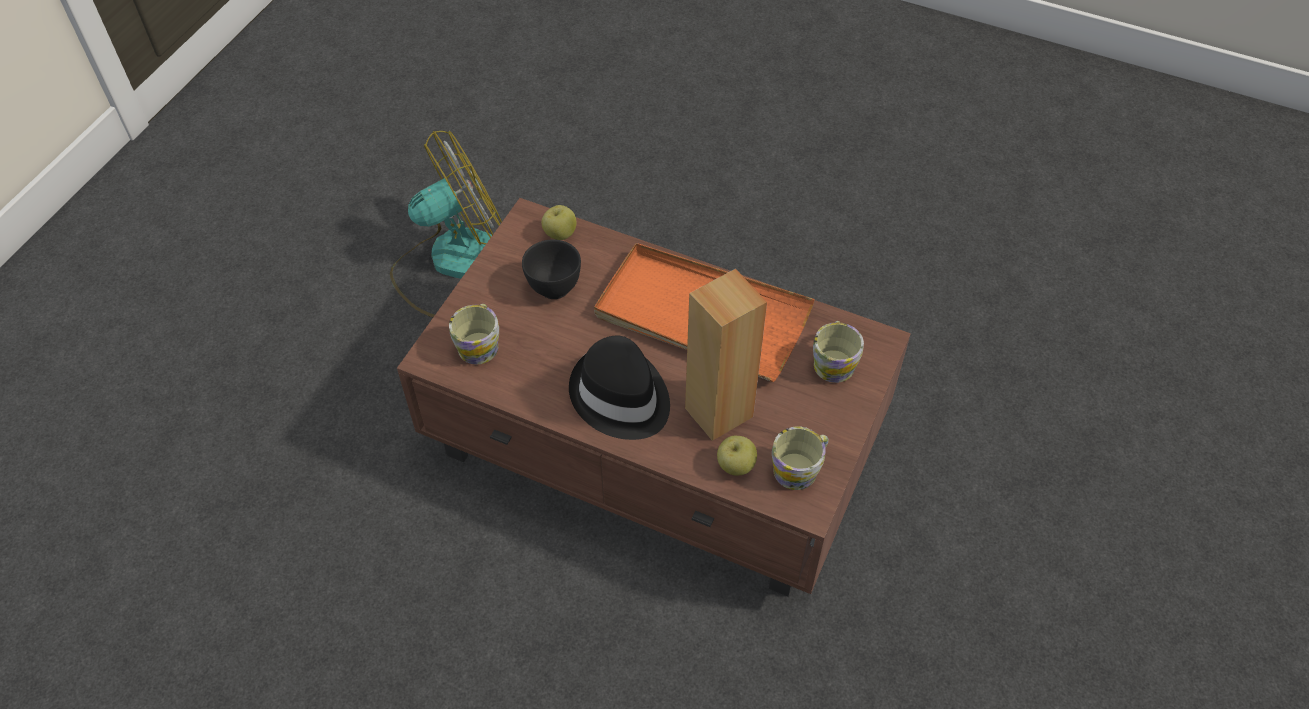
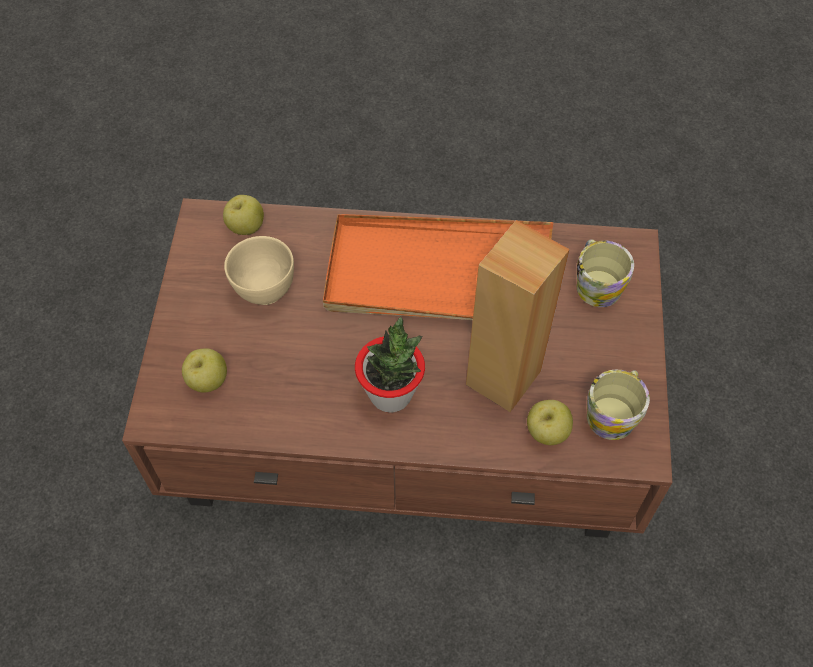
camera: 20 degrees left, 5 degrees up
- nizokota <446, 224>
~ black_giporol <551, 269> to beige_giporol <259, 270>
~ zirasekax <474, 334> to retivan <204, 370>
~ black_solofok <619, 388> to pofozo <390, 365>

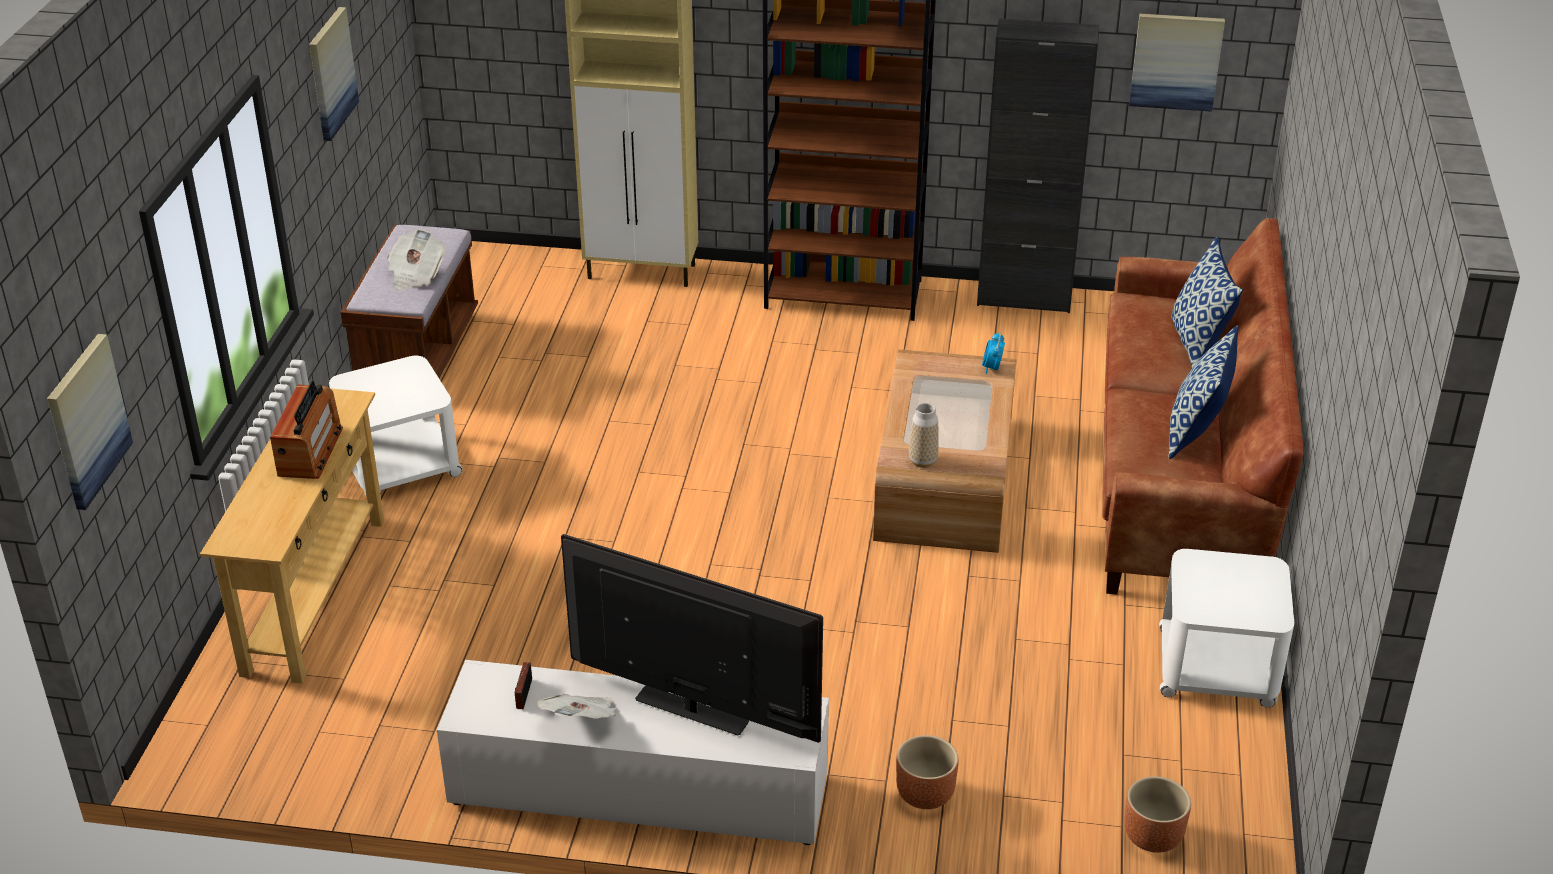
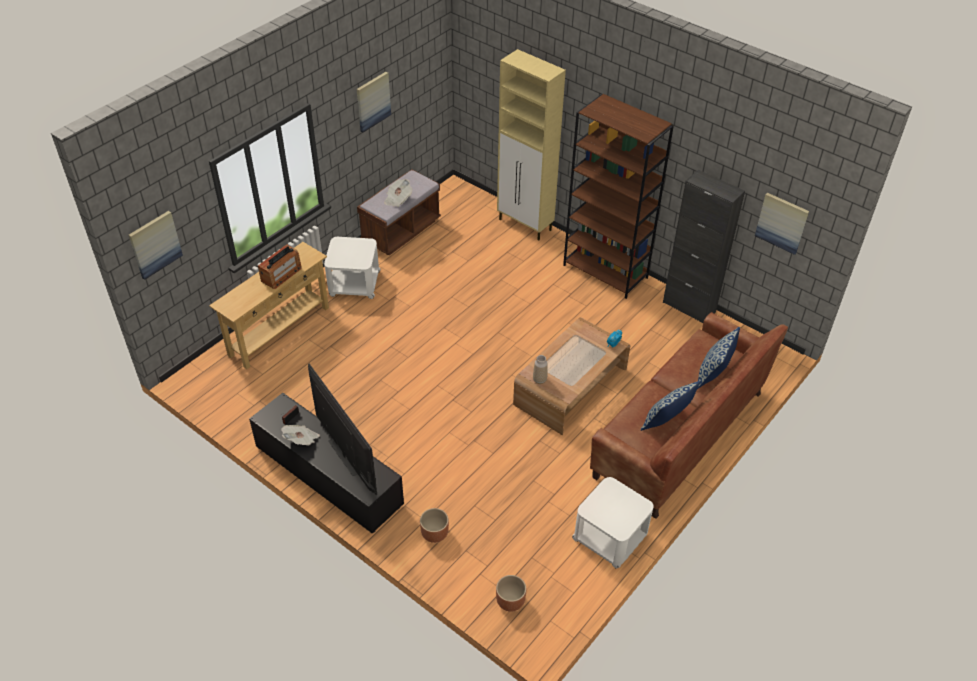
camera: 30 degrees right, 10 degrees up
~ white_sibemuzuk <633, 752> to black_sibemuzuk <326, 463>

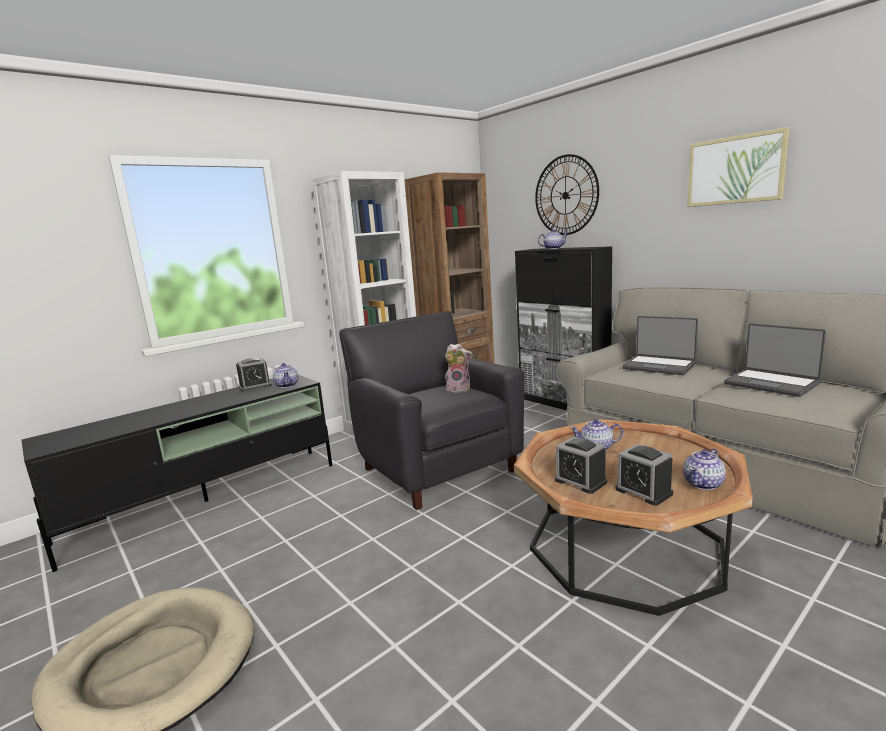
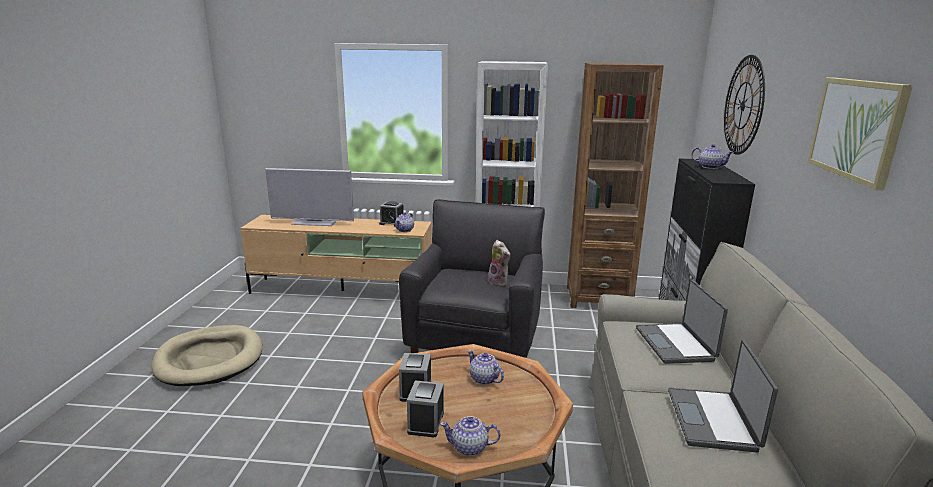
camera: 45 degrees right, 5 degrees up
~ black_sibemuzuk <177, 473> to beige_sibemuzuk <336, 254>
+ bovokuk <309, 197>

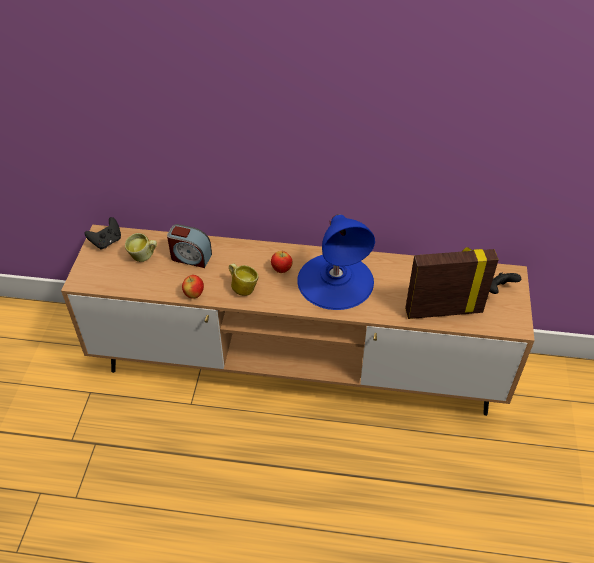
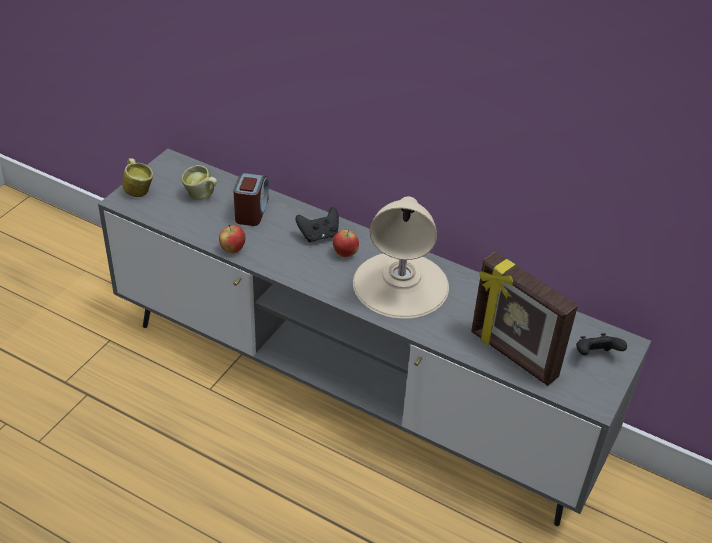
camera: 20 degrees right, 5 degrees down
~ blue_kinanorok <336, 262> to beige_kinanorok <401, 257>
~ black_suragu <103, 233> to <317, 224>
~ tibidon <189, 246> = <251, 199> 120 degrees counterclockwise
~ brown_sibemuzuk <298, 320> to grey_sibemuzuk <374, 337>
~ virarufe <452, 283> = <524, 319> 150 degrees counterclockwise
~ zirasekax <244, 280> to <137, 177>

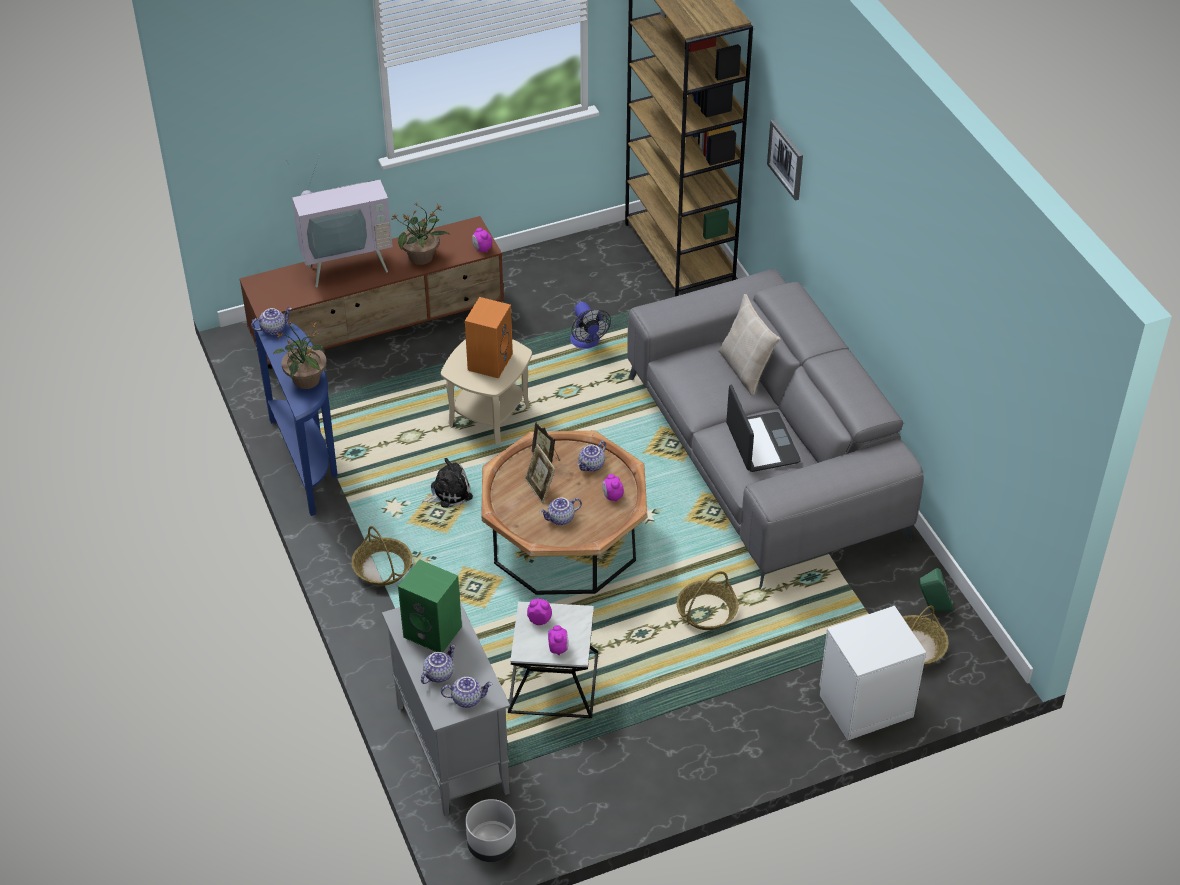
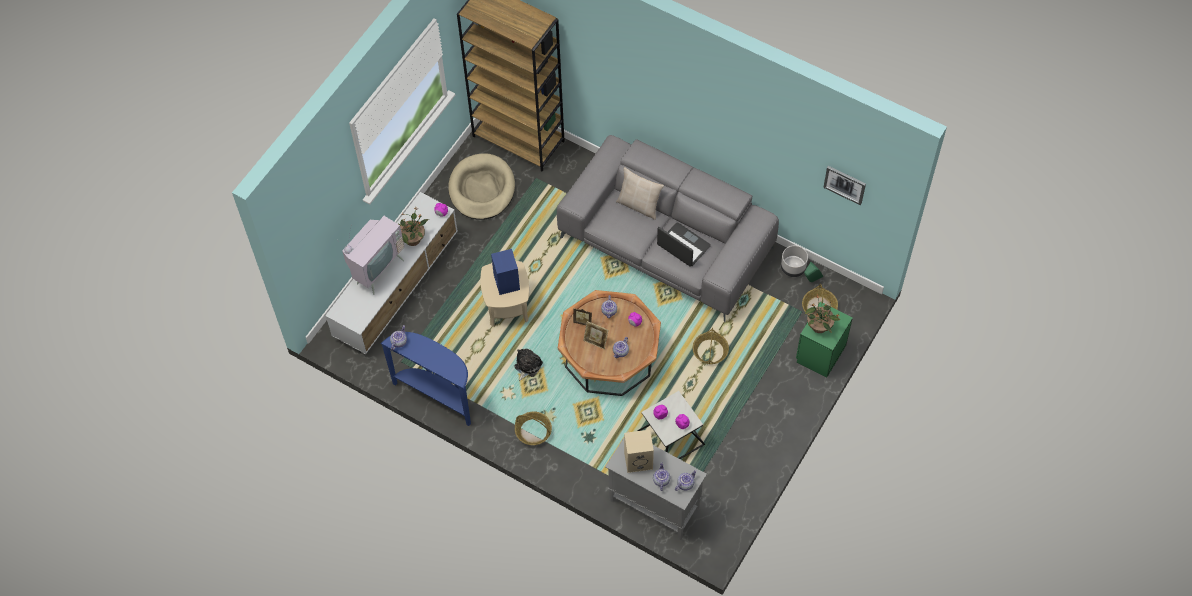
camera: 35 degrees left, 15 degrees up
~ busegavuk <785, 159> to <844, 185>
~ brown_sibemuzuk <371, 292> to white_sibemuzuk <391, 273>
~ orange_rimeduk <489, 338> to blue_rimeduk <505, 272>
- nizokota <590, 325>
~ pofozo <300, 354> to <822, 314>
~ green_rimeduk <430, 605> to beige_rimeduk <639, 451>
~ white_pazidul <872, 673> to green_pazidul <824, 340>
~ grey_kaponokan <490, 830> to <794, 261>
+ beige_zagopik <481, 186>

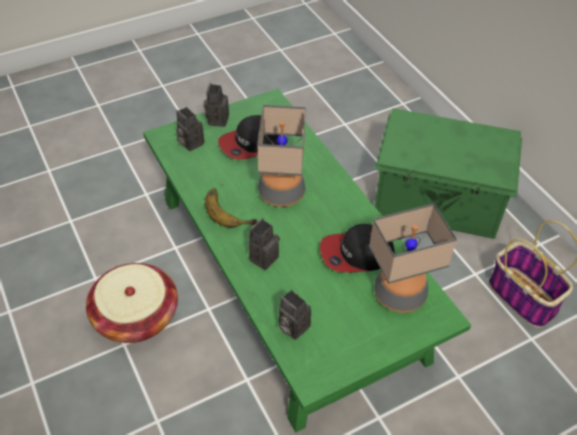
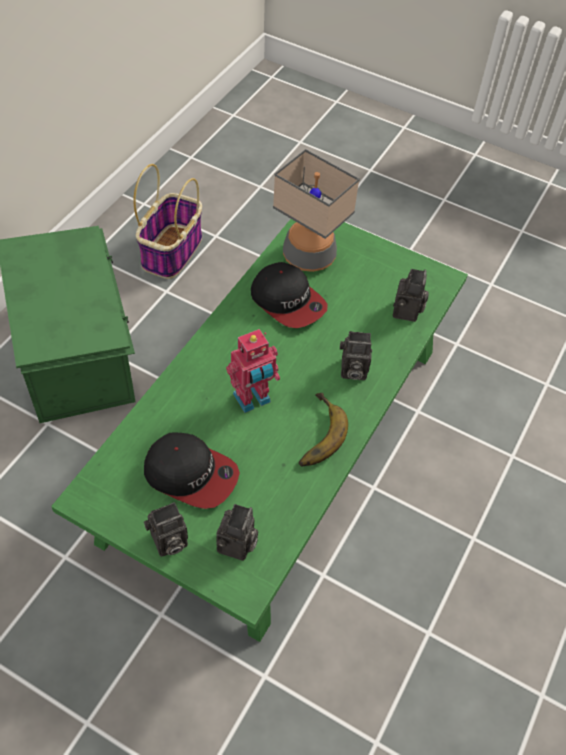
camera: 125 degrees left, 5 degrees up
~ kinanorok <281, 156> to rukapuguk <253, 371>
- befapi <132, 303>

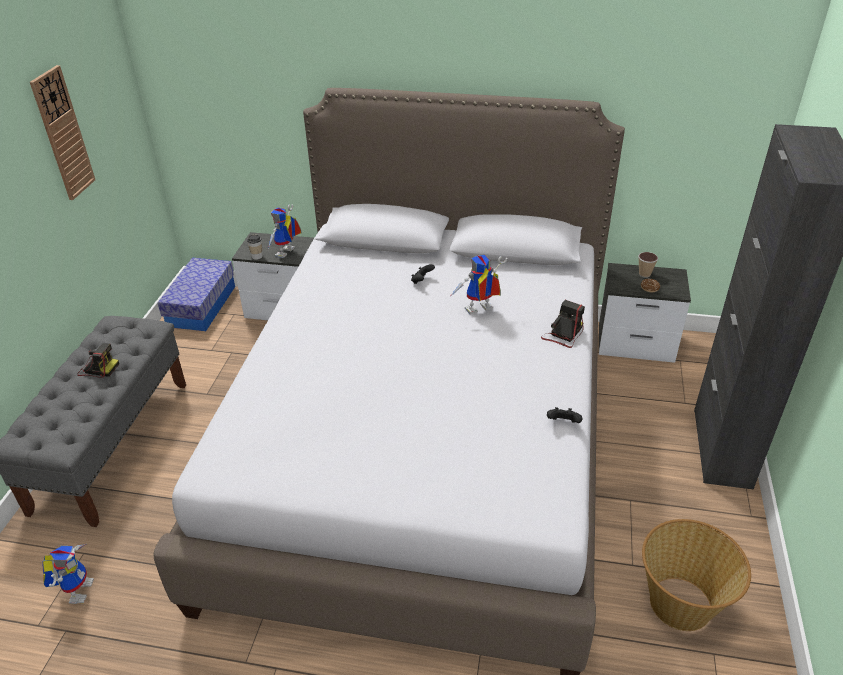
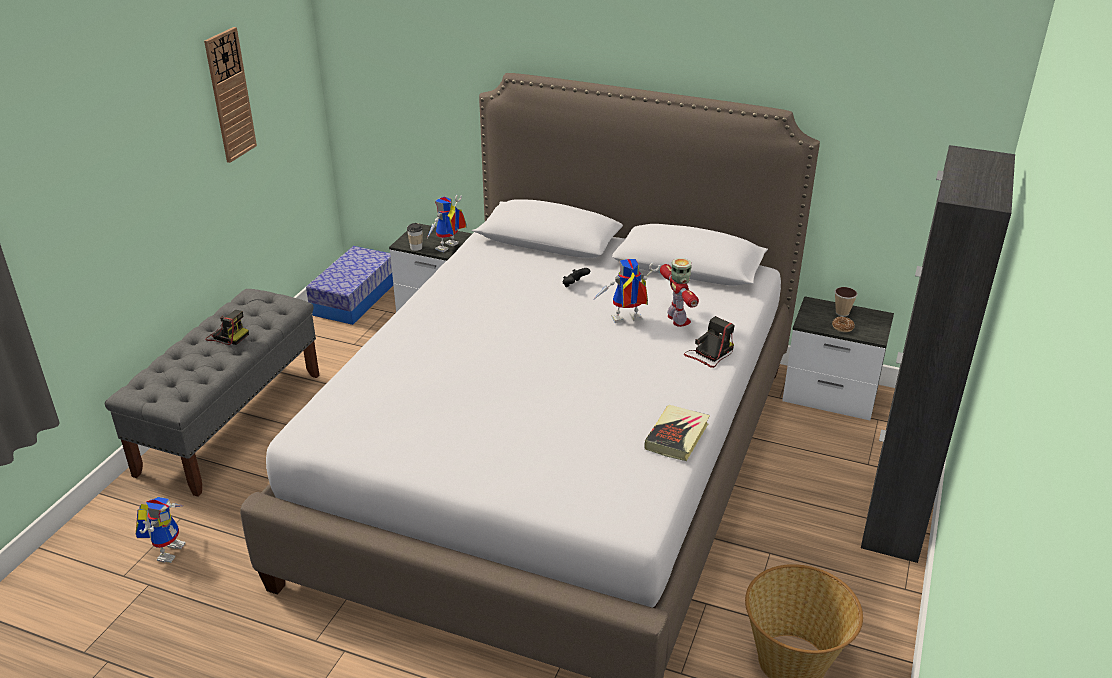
camera: 10 degrees right, 5 degrees down
~ black_suragu <564, 415> to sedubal <677, 433>
+ rukapuguk <679, 292>

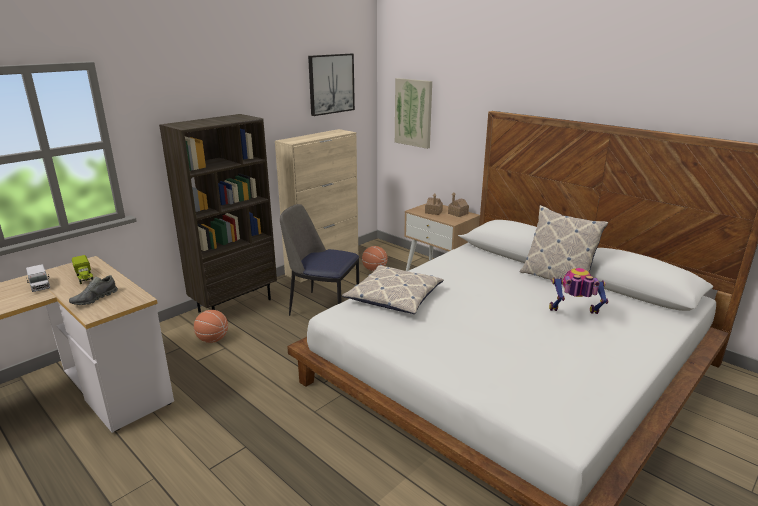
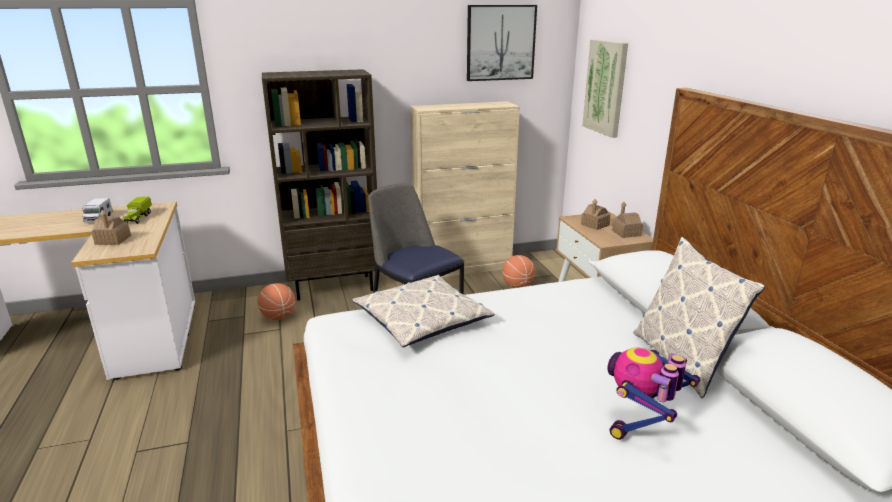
camera: 30 degrees right, 0 degrees up
~ rukapuguk <579, 291> = <653, 394> 90 degrees counterclockwise
~ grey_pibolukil <93, 290> to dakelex <111, 227>

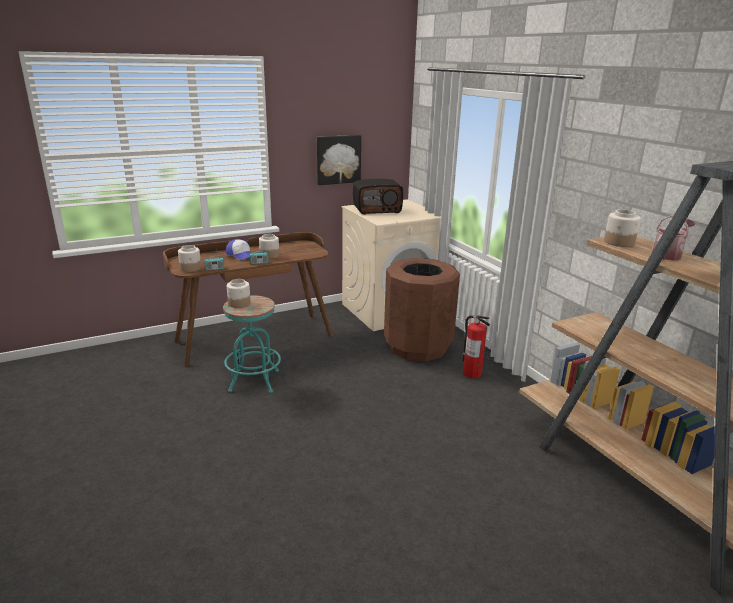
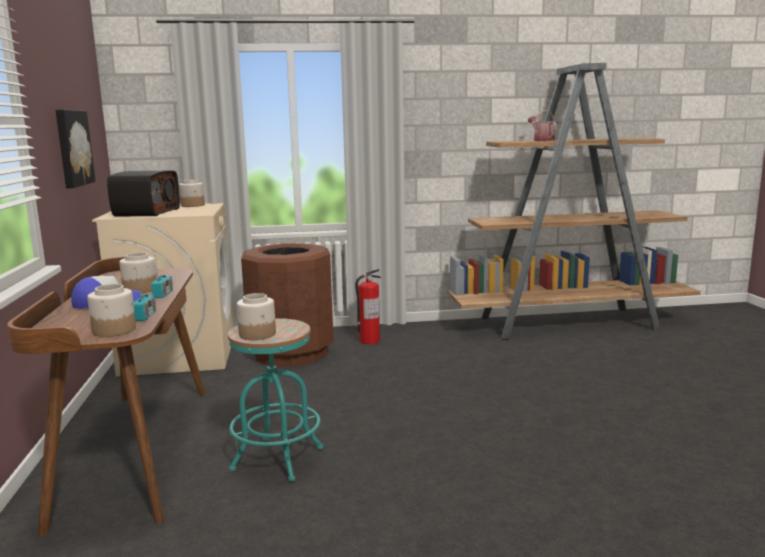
camera: 70 degrees left, 10 degrees down
~ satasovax <622, 228> to <192, 193>

